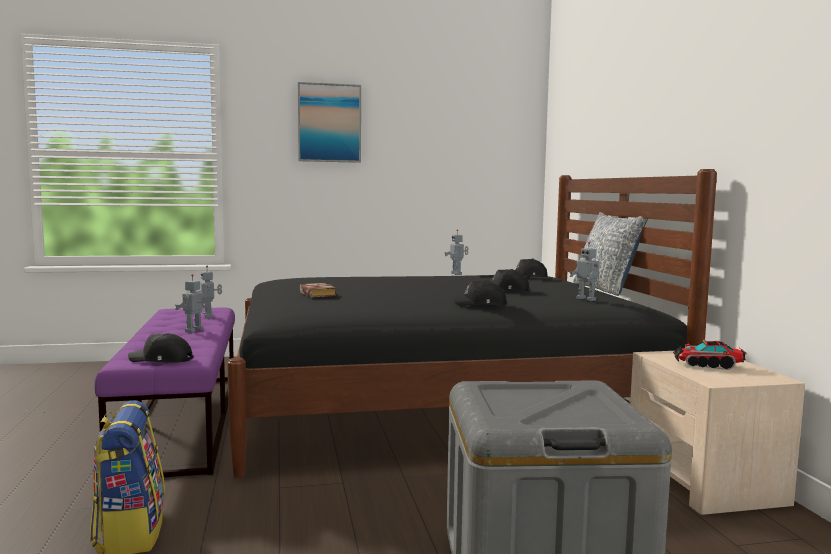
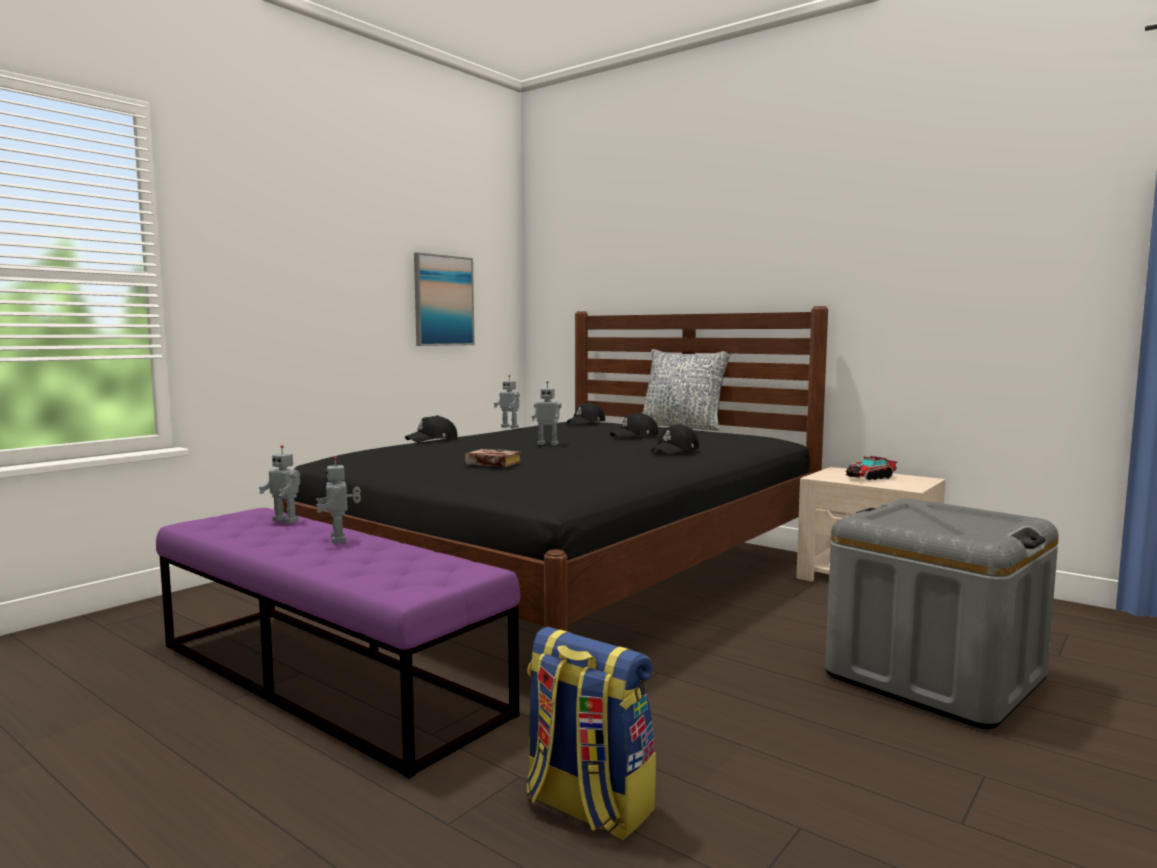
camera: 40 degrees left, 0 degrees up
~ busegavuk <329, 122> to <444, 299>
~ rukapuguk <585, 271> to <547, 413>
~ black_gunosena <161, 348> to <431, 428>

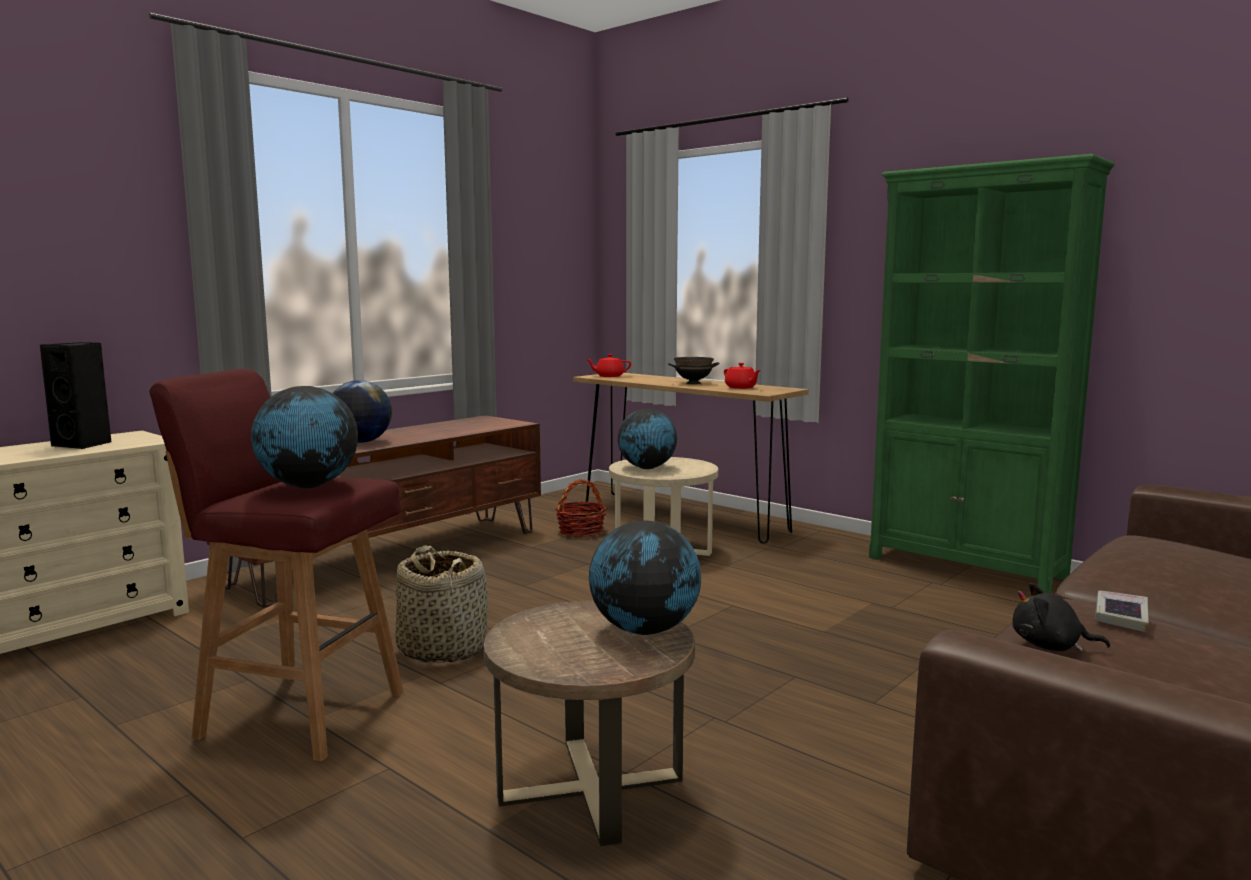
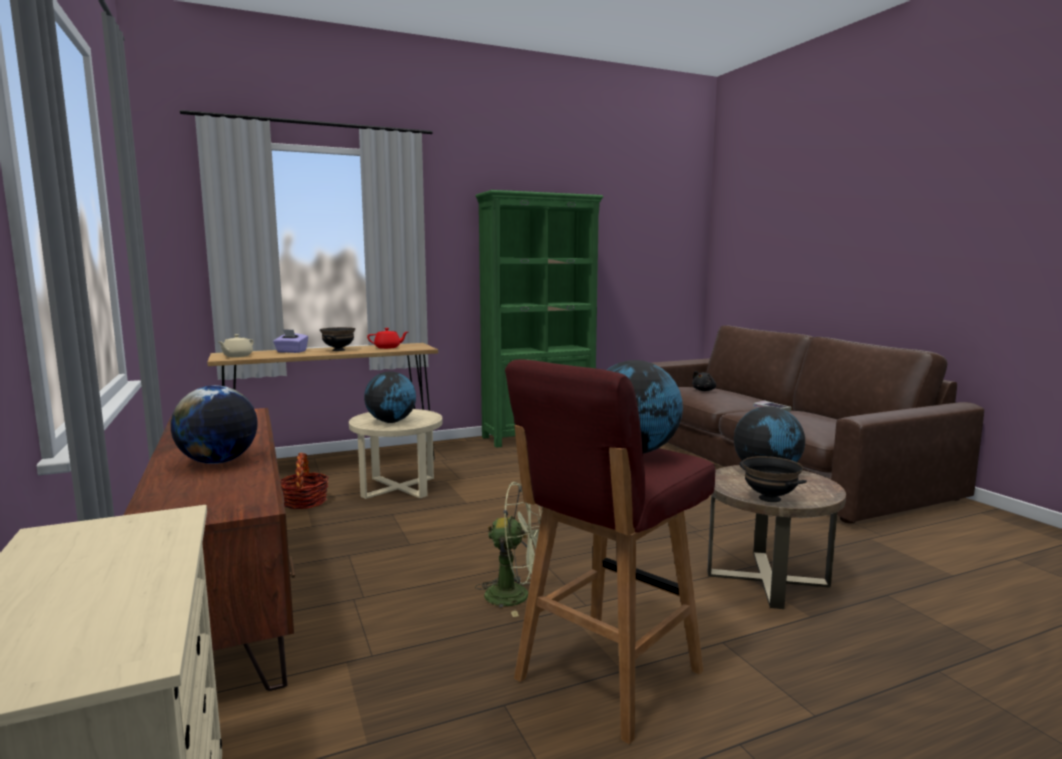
camera: 65 degrees left, 0 degrees up
- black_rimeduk <76, 395>
~ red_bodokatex <608, 365> to beige_bodokatex <236, 345>
~ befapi <441, 604> to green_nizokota <509, 549>
~ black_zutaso <1061, 617> to <704, 381>
+ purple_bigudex <290, 341>
+ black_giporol <773, 479>

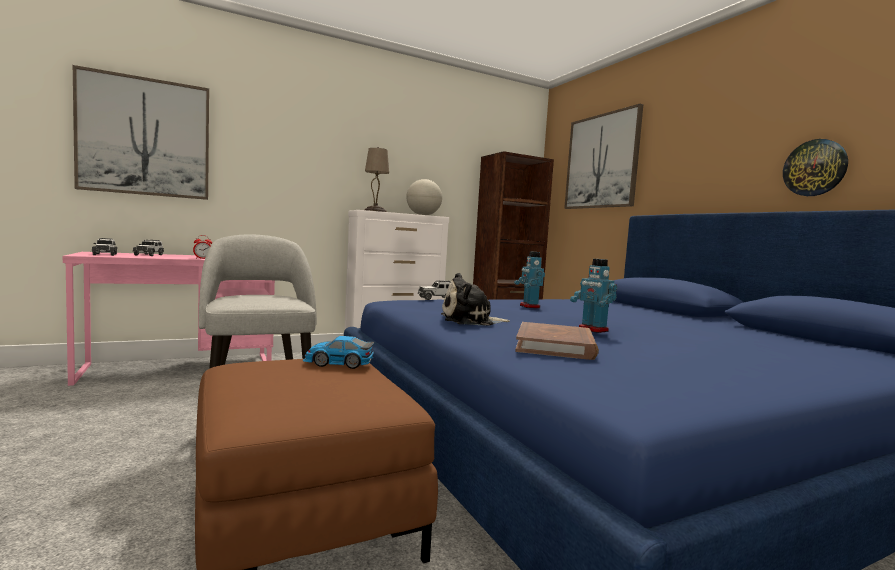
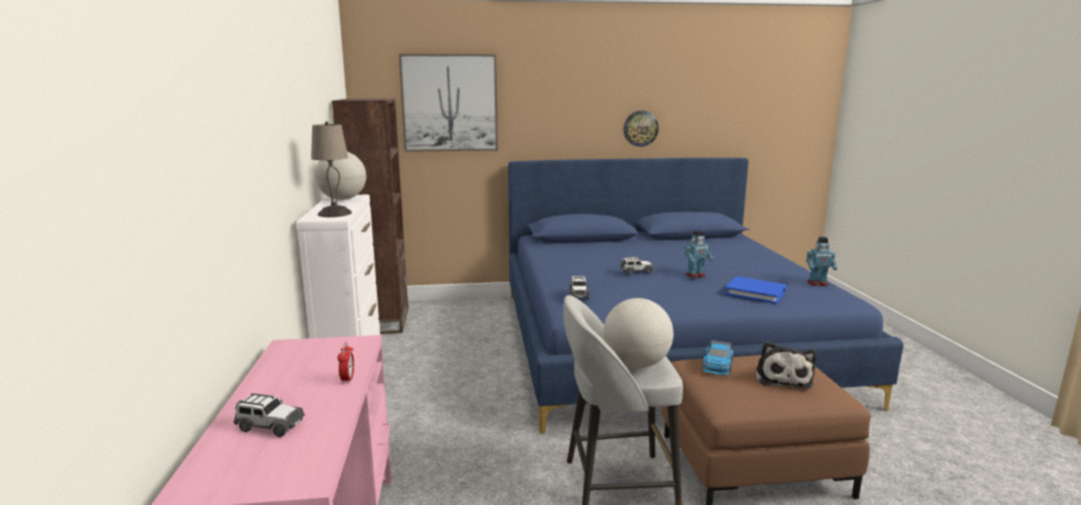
camera: 70 degrees left, 10 degrees up
- busegavuk <141, 132>
~ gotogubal <104, 247> to <637, 265>
~ rukapuguk <529, 280> to <821, 261>
~ zutaso <475, 299> to <786, 365>
~ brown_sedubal <557, 341> to blue_sedubal <755, 290>
+ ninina <638, 333>

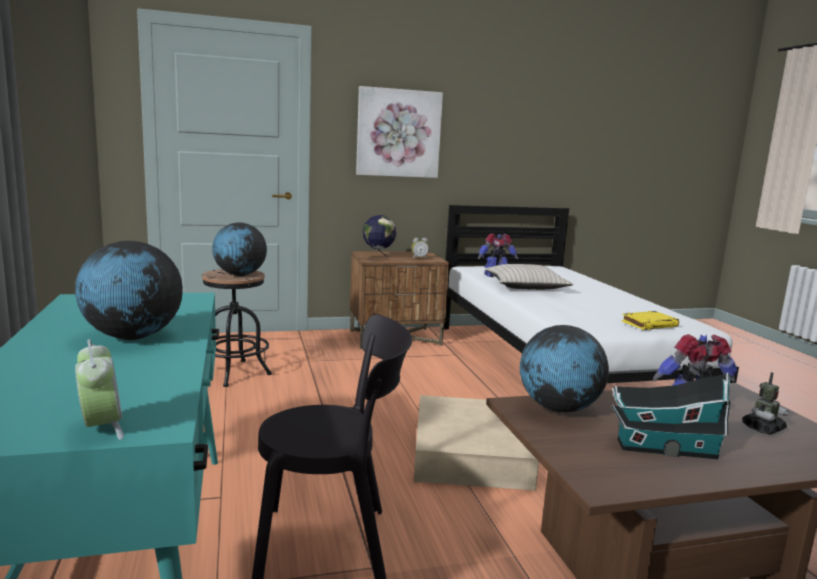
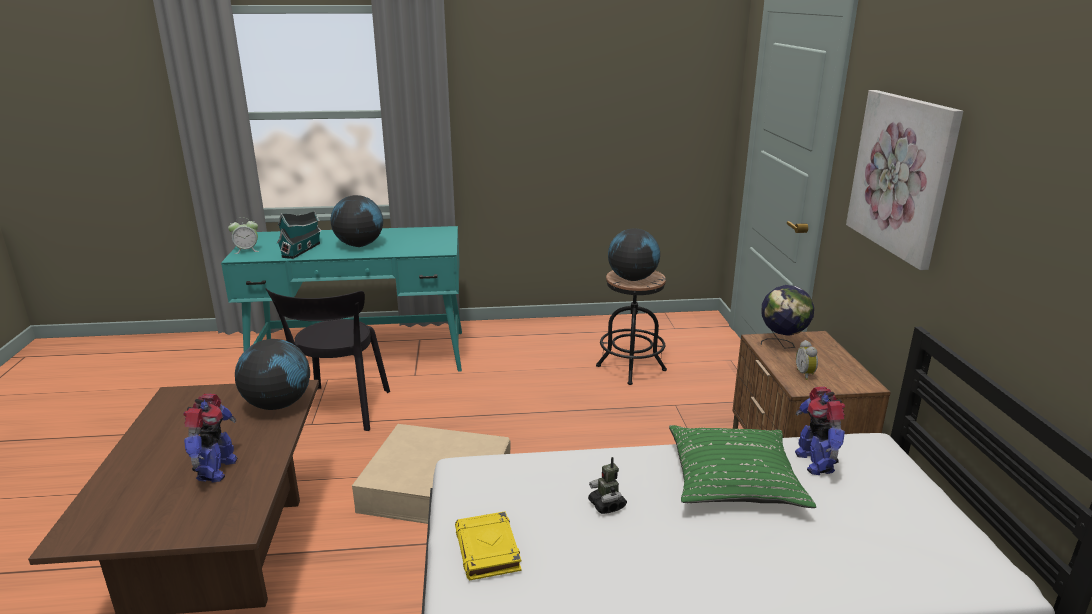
camera: 100 degrees right, 10 degrees up
~ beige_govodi <529, 277> to green_govodi <742, 466>
~ rukapuguk <765, 403> to <607, 485>
~ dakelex <671, 416> to <298, 234>

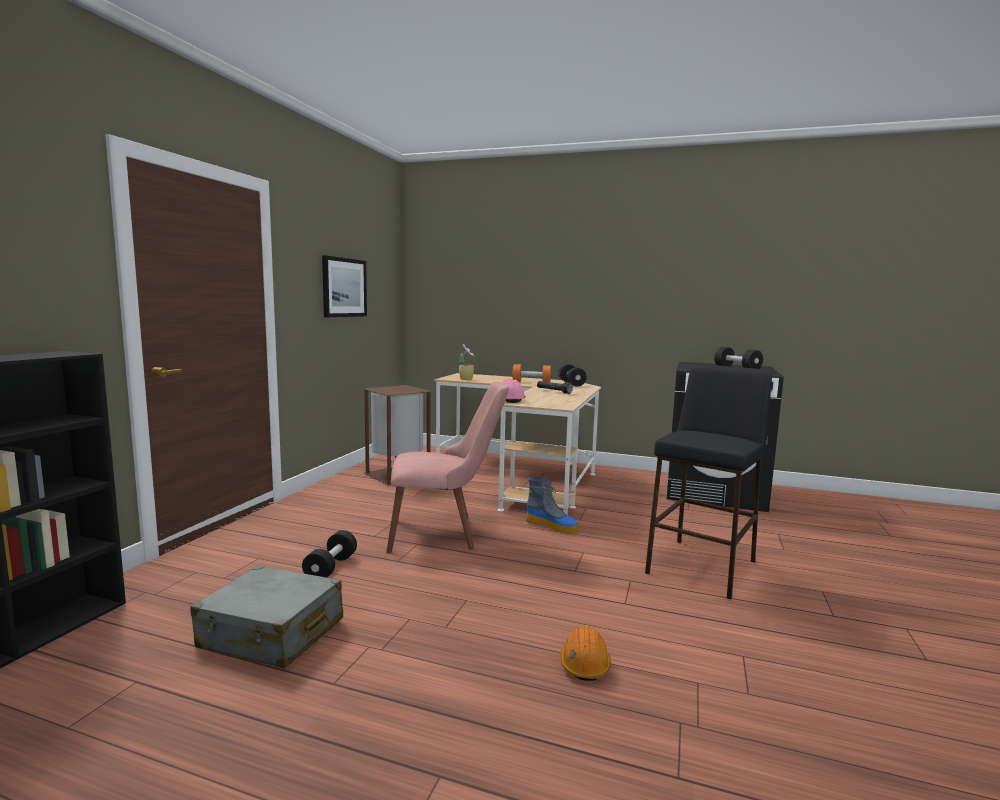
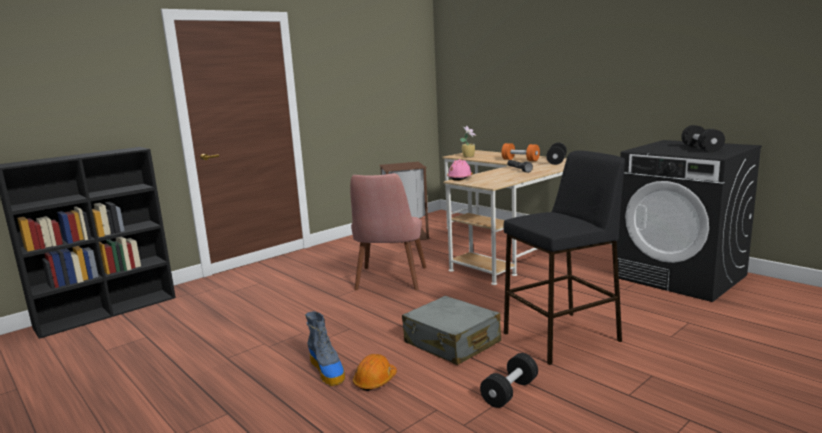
camera: 30 degrees right, 5 degrees up
- busegavuk <344, 286>
~ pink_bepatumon <447, 467> = <388, 231> 75 degrees clockwise
~ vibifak <552, 505> to <325, 348>
~ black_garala <329, 554> to <509, 380>
~ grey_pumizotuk <266, 617> to <451, 330>

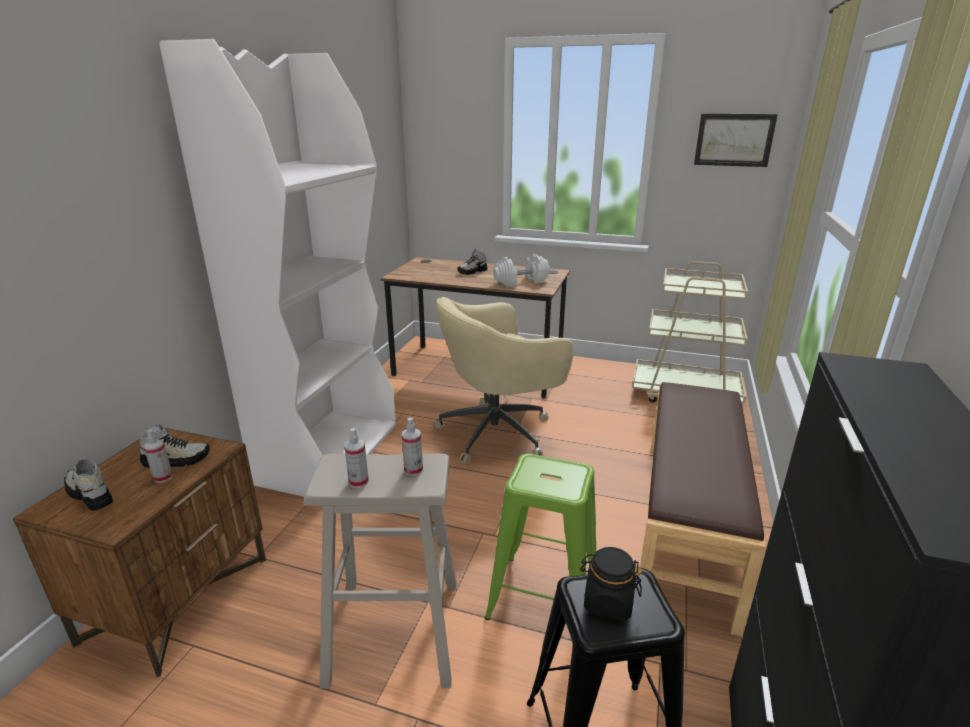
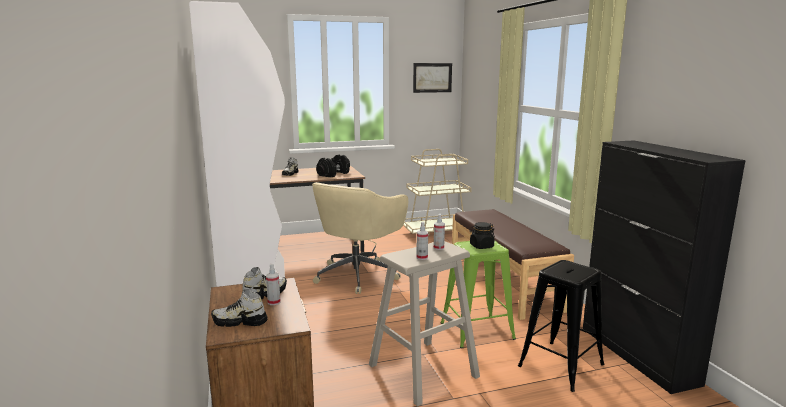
camera: 35 degrees left, 10 degrees down
~ white_garala <521, 270> to black_garala <333, 166>
~ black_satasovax <611, 583> to <482, 235>

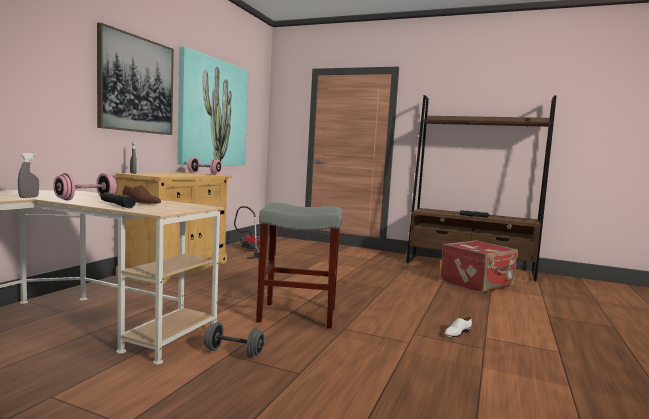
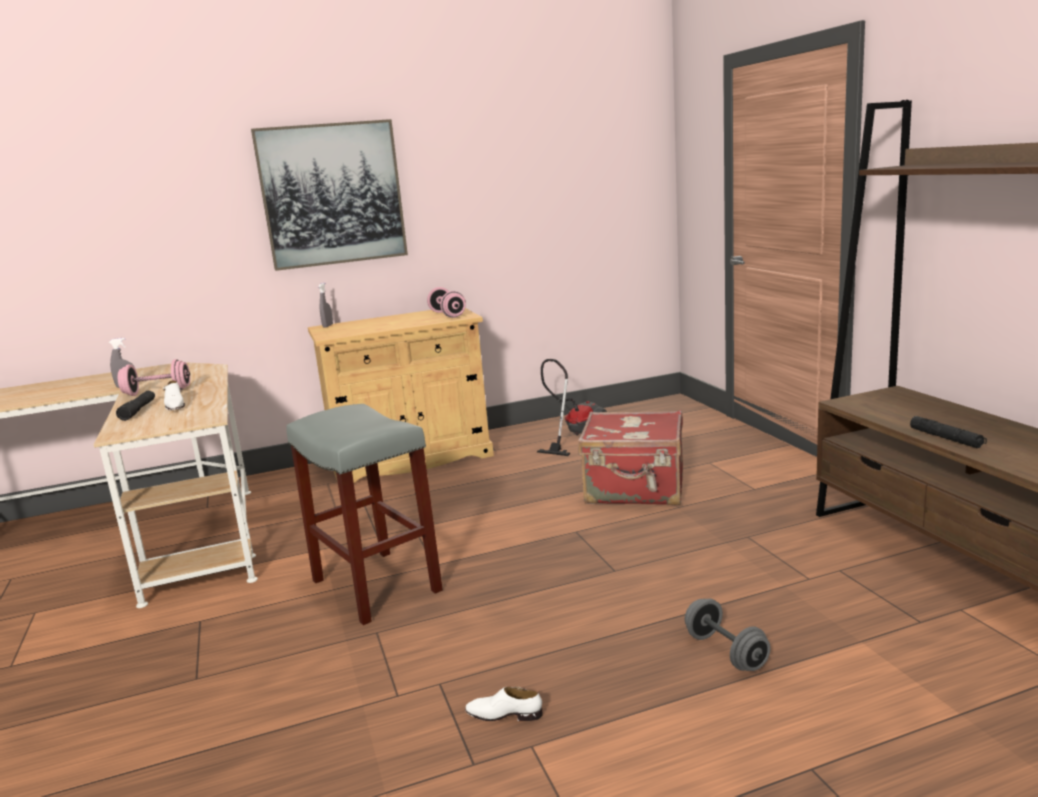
camera: 50 degrees right, 10 degrees up
- busegavuk <212, 105>
~ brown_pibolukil <141, 194> to white_pibolukil <174, 395>
~ red_pumizotuk <479, 266> to <630, 457>
~ grey_garala <234, 340> to <728, 635>

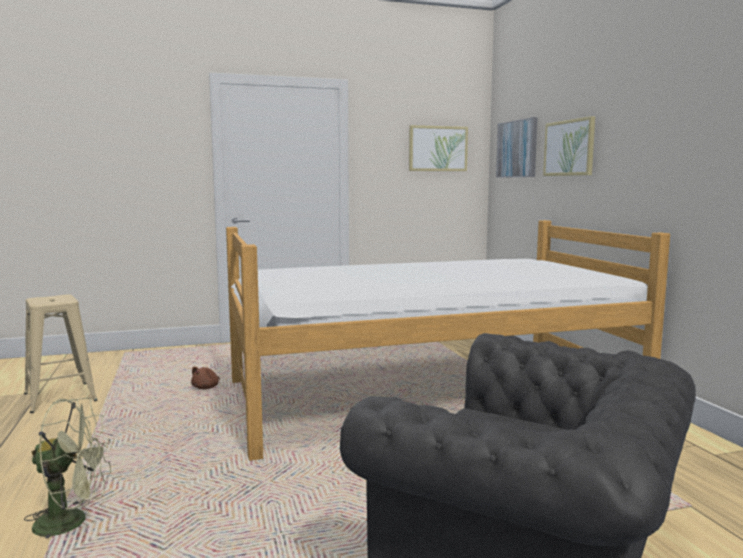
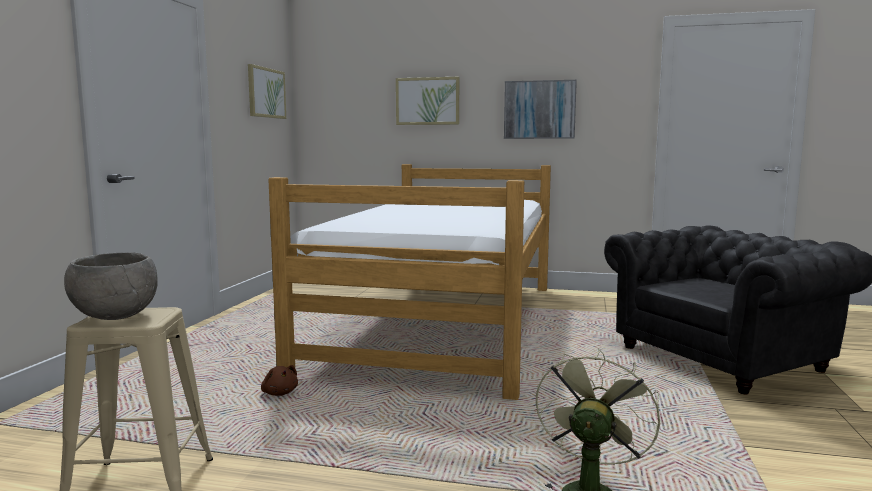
camera: 60 degrees left, 0 degrees up
~ busegavuk <517, 147> to <540, 109>
+ grey_giporol <111, 286>

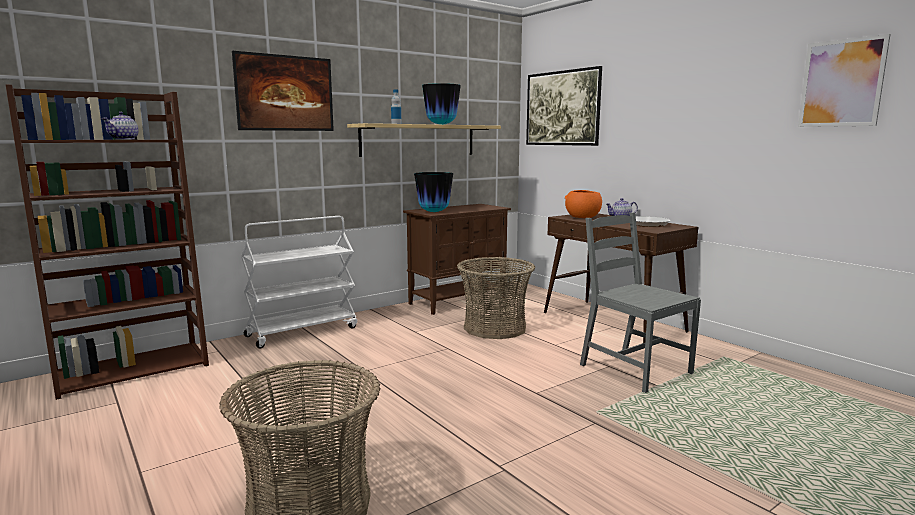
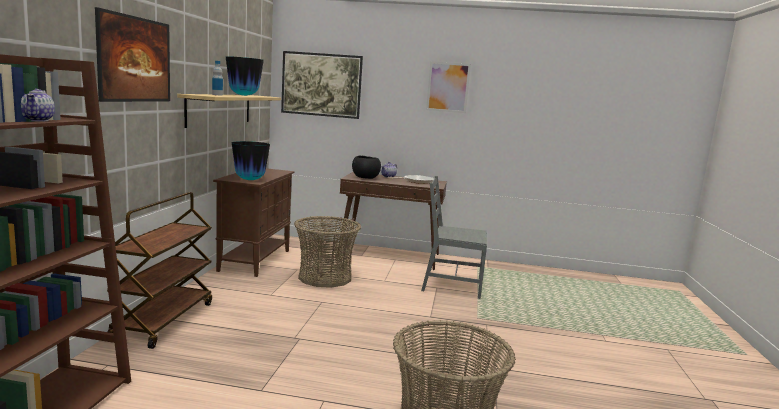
camera: 45 degrees left, 0 degrees up
~ busegavuk <844, 80> to <448, 87>
~ orange_giporol <583, 204> to black_giporol <366, 167>
~ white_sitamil <299, 282> to brown_sitamil <159, 270>

